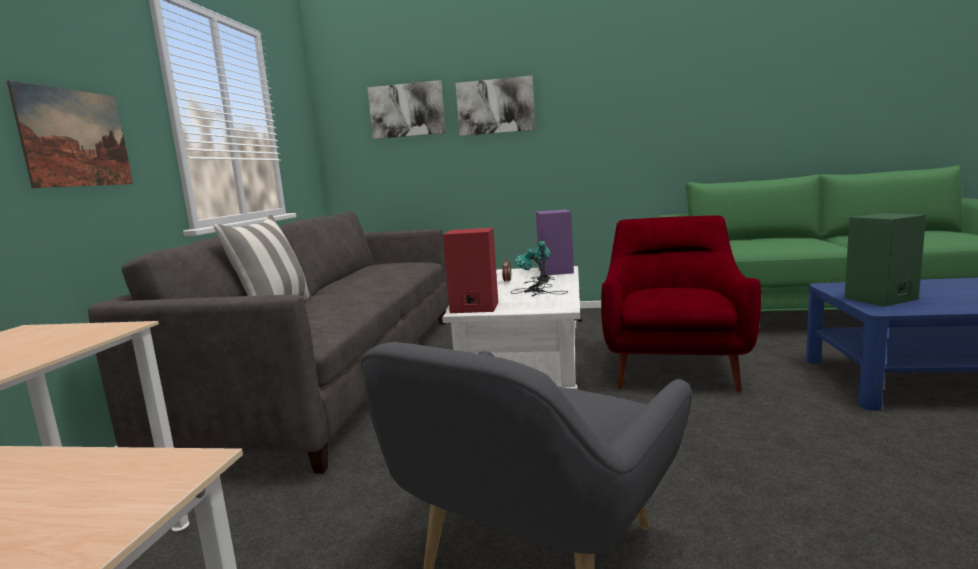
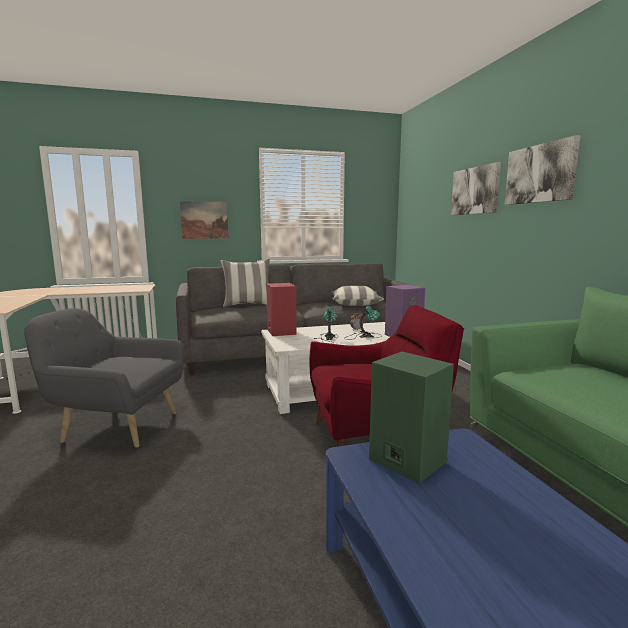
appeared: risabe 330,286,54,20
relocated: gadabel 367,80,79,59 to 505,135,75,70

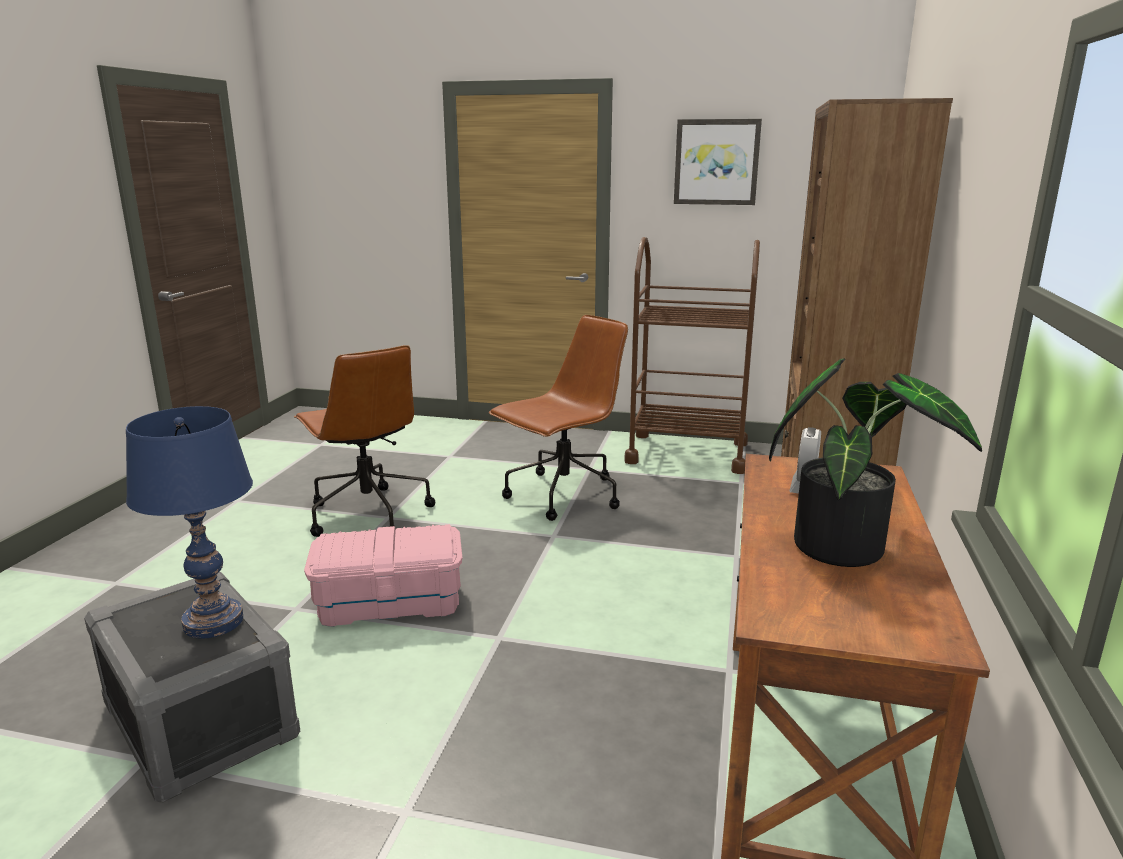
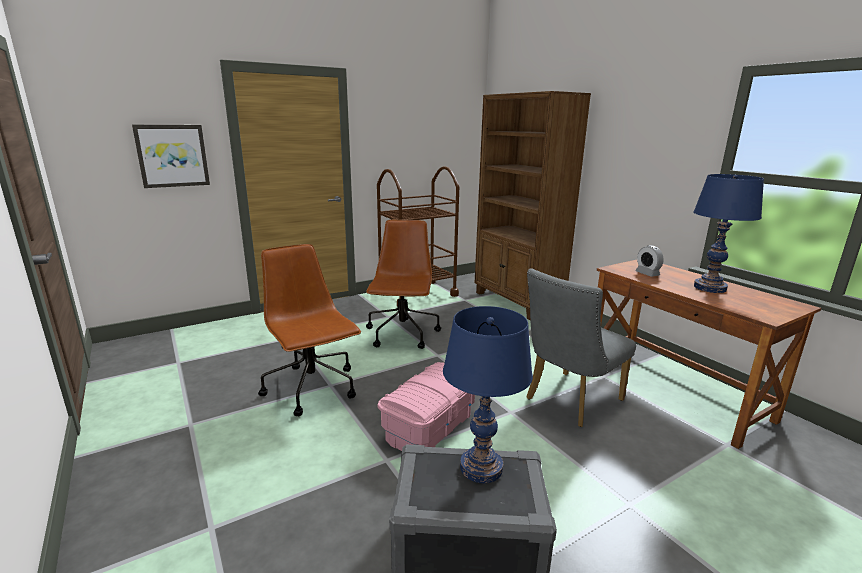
appeared: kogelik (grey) 526,269,110,158
relocated: gadabel 674,119,88,86 to 132,125,78,63
exchanged: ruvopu 769,358,213,209 to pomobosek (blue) 693,174,71,119
spun: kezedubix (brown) 294,345,141,192 = 258,244,103,172 135 degrees counterclockwise

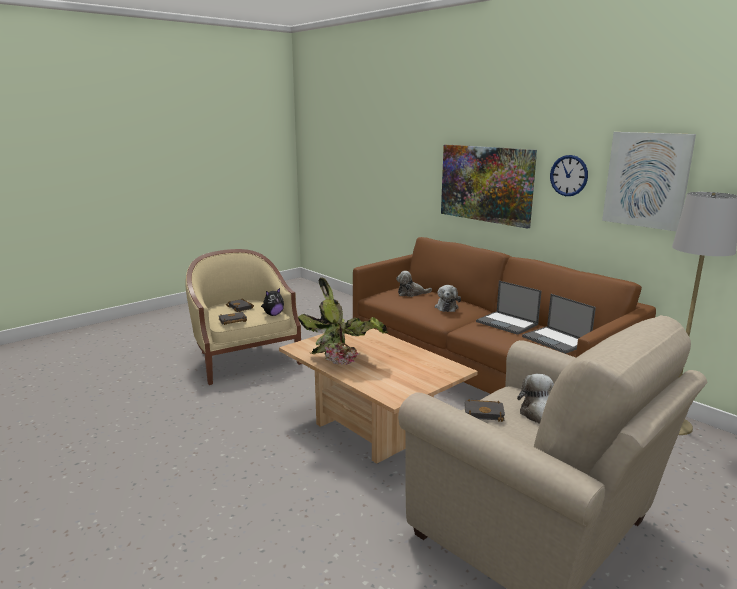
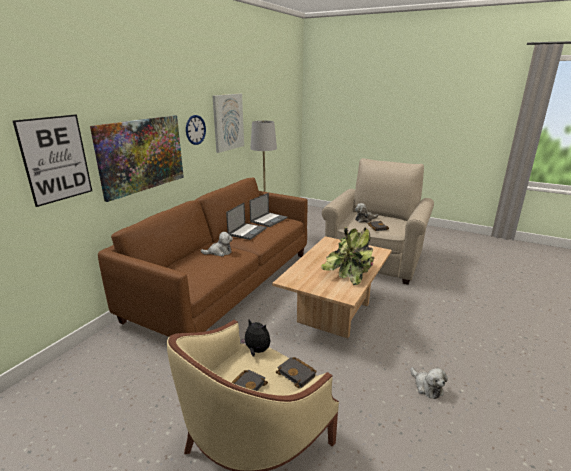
appeared: gadabel 13,114,79,93
relocated: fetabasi 396,271,36,26 to 411,367,37,32

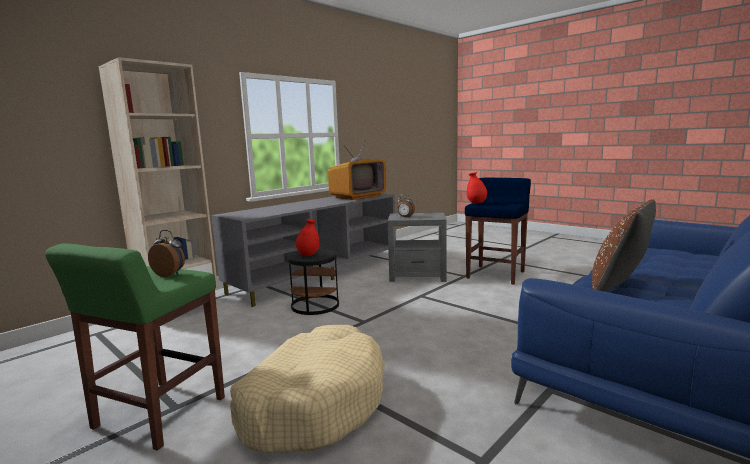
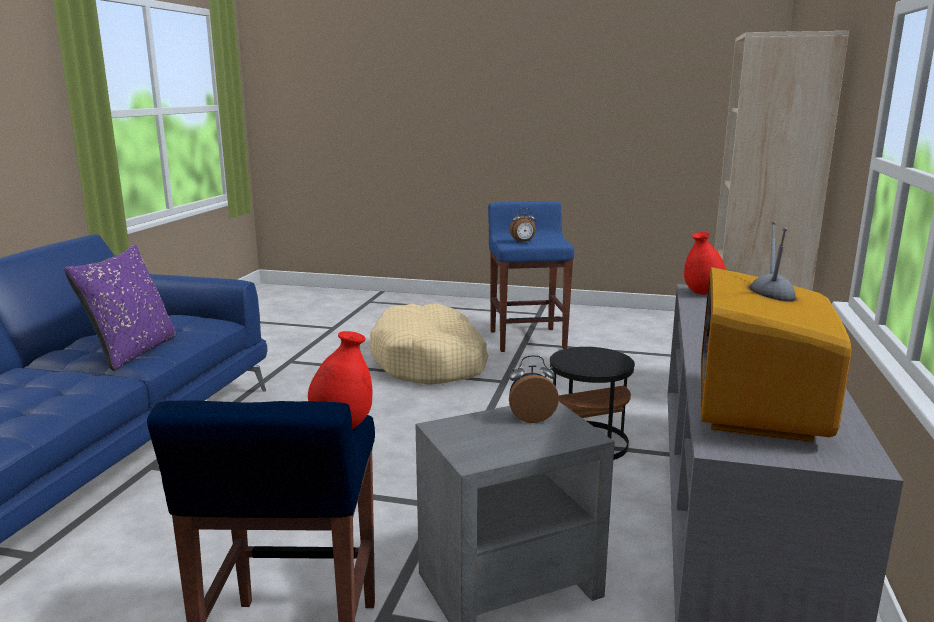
relocated: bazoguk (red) 296,219,23,37 to 684,232,42,63
colour: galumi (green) 45,243,180,208 to galumi (blue) 488,201,86,151; risabe (brown) 592,199,64,93 to risabe (purple) 64,245,112,126

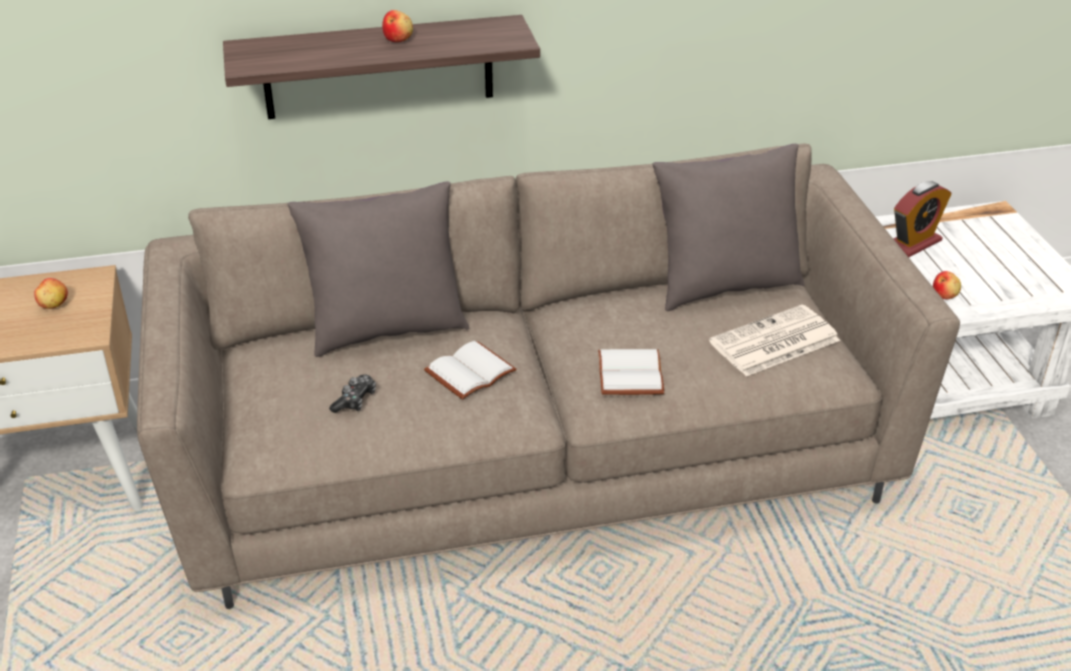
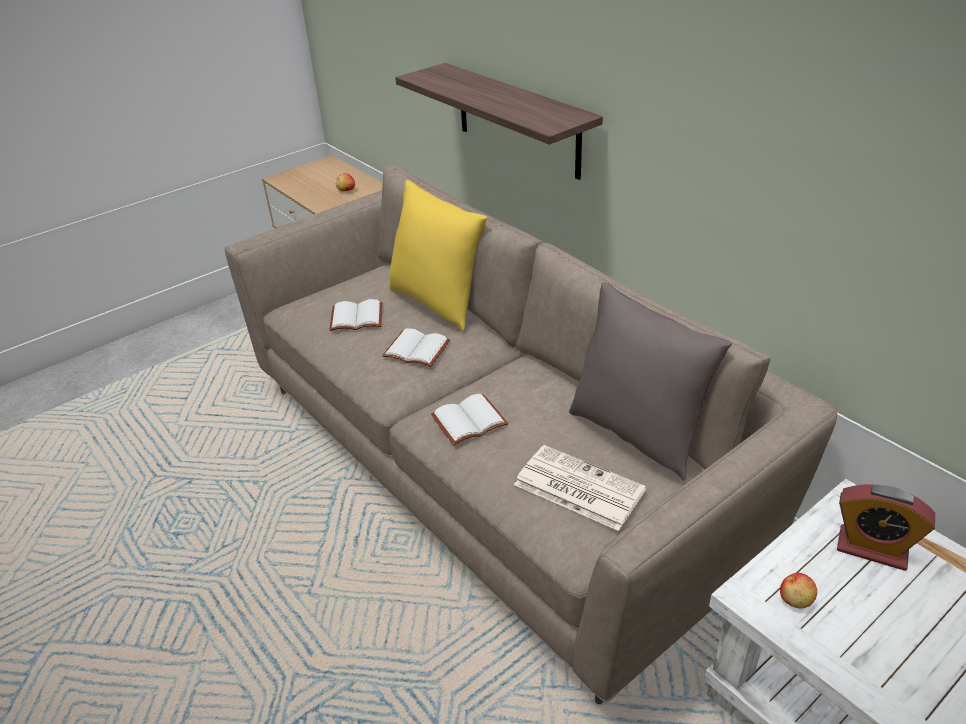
missing: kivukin 382,10,31,32
exchanged: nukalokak 329,375,47,38 to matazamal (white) 330,299,52,32
colour: risabe (grey) 287,182,182,175 to risabe (yellow) 390,180,97,151

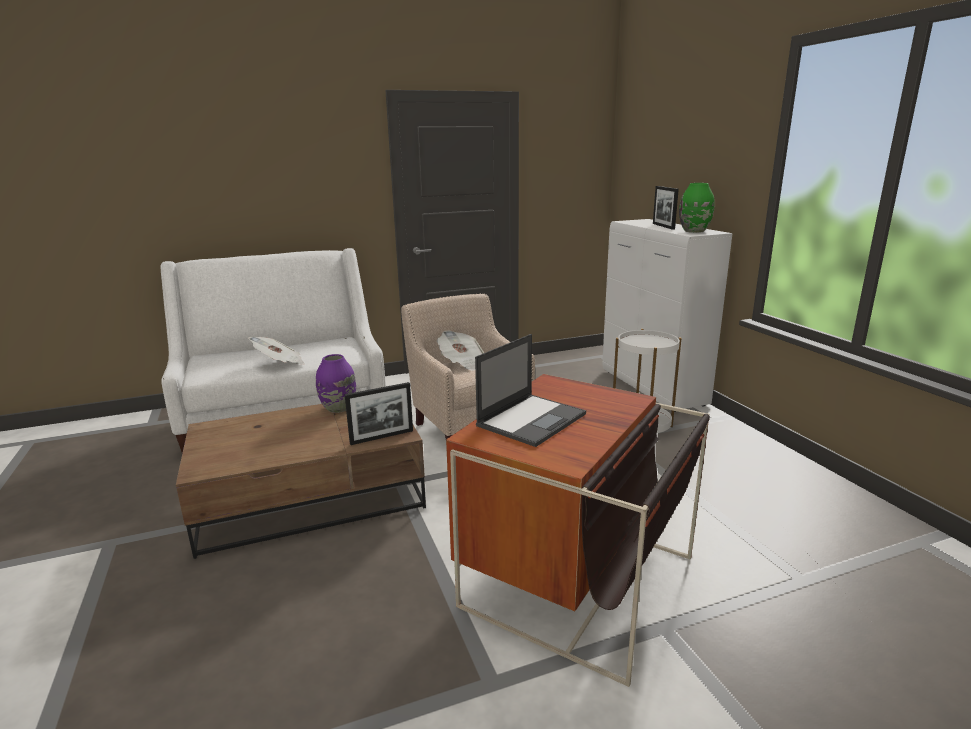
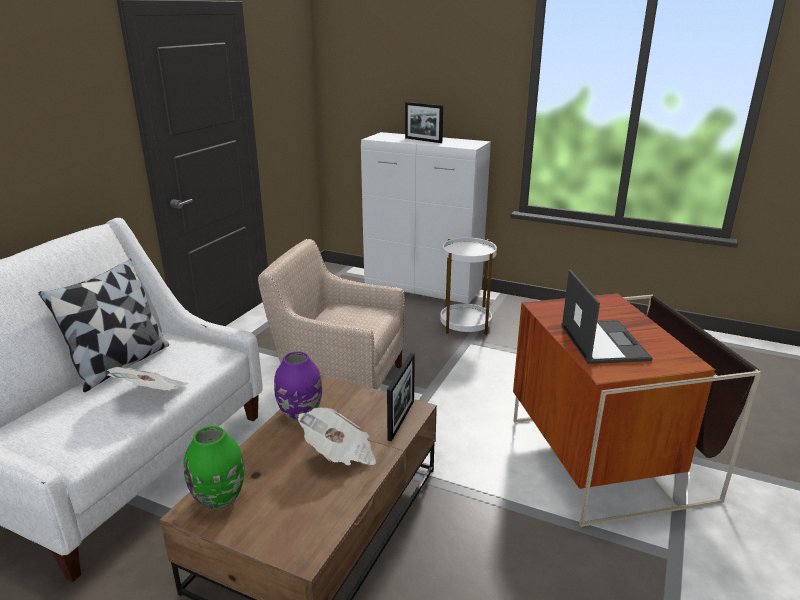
appeared: risabe 39,259,130,133
relocated: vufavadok 437,330,47,41 to 298,408,78,58; bazoguk (green) 679,183,36,50 to 184,426,60,84

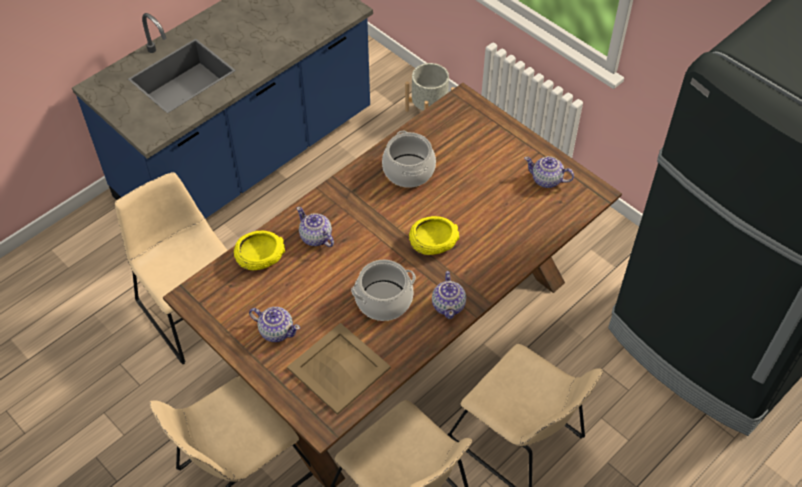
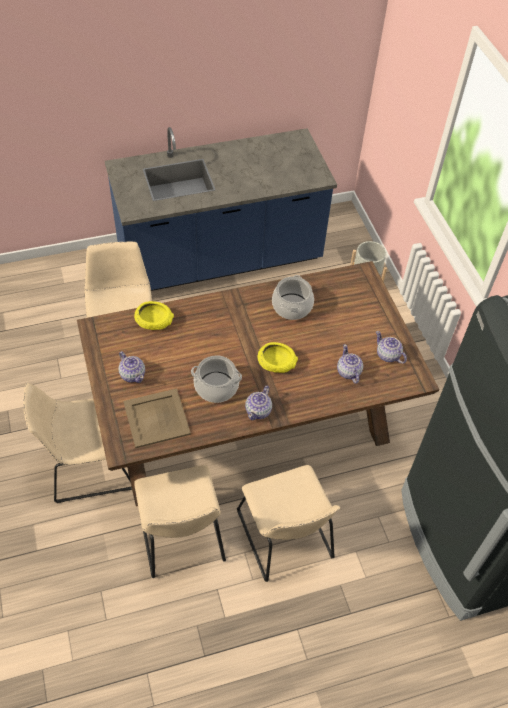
relocated: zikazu 297,207,37,40 to 337,344,26,40

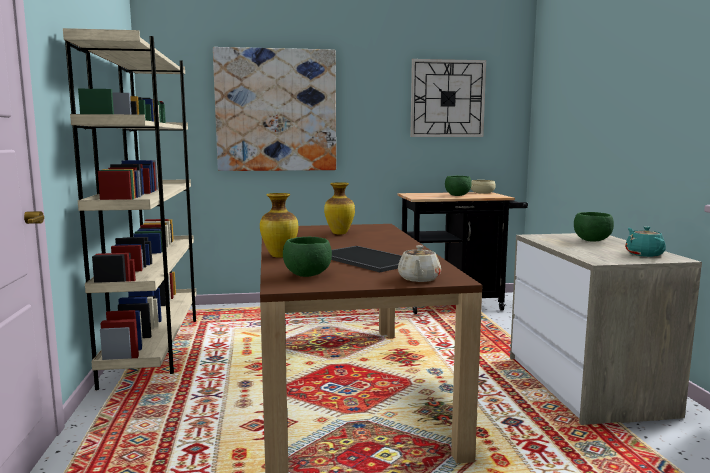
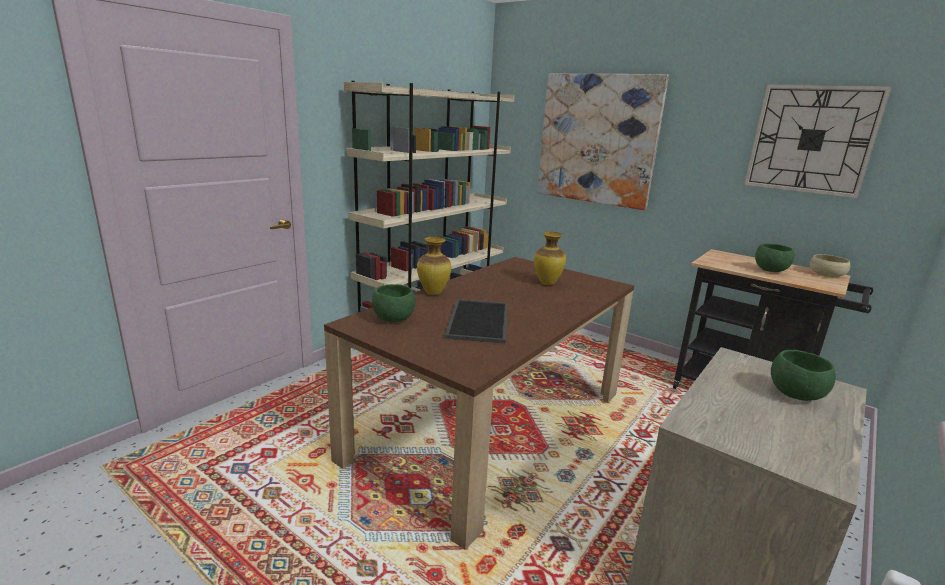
missing: zikazu (beige) 398,245,43,37; zikazu (turquoise) 625,226,41,31

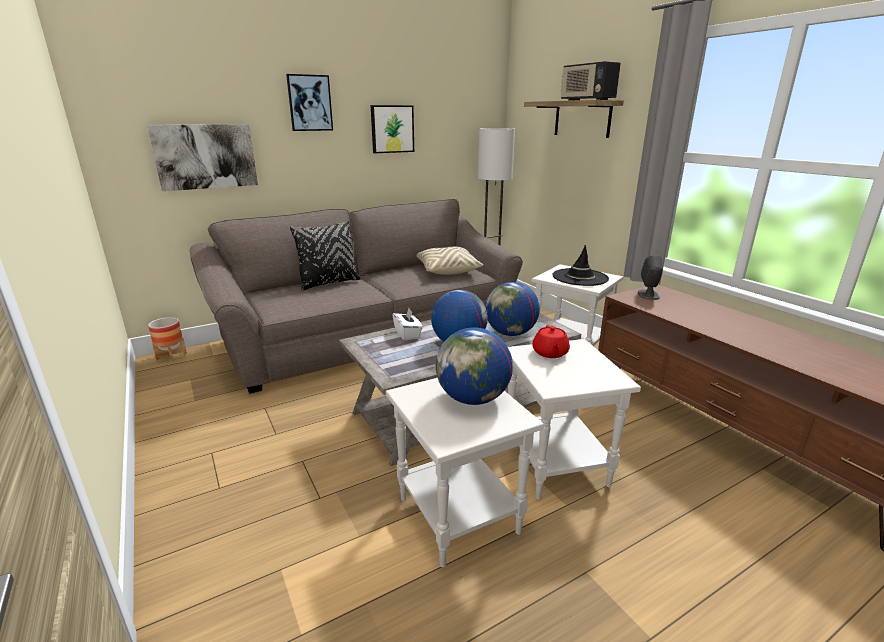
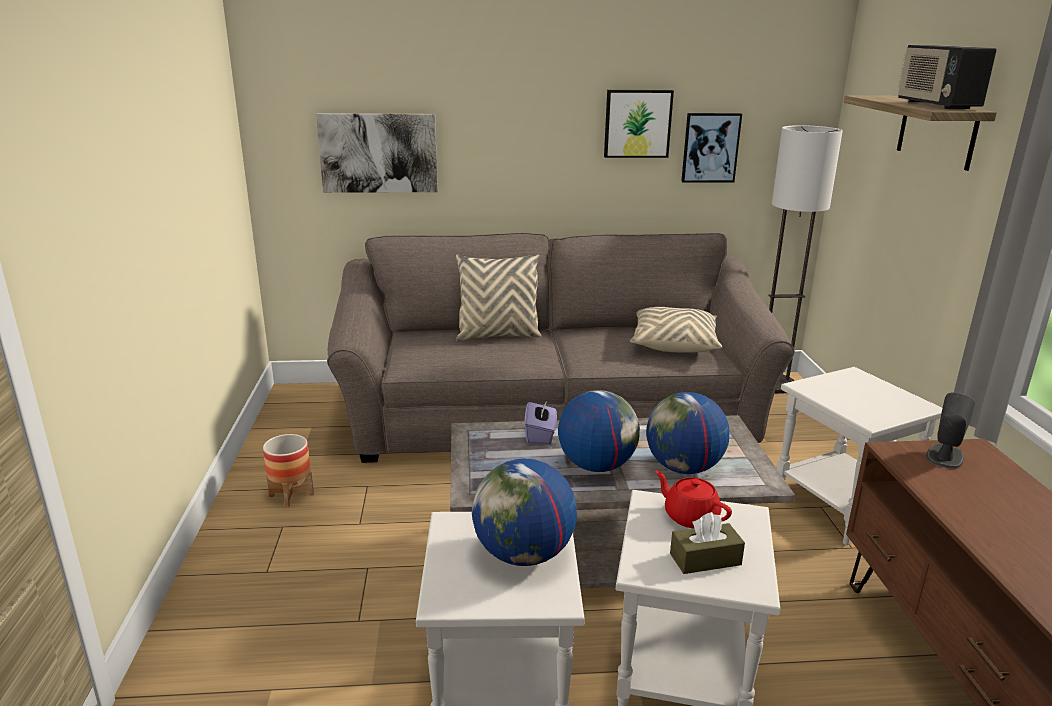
missing: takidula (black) 553,245,56,41
appeared: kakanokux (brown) 670,512,75,62
relocated: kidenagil 148,317,39,45 to 263,434,51,74; gadabel 286,74,47,57 to 681,113,61,70
colour: risabe (black) 290,221,71,70 to risabe (beige) 456,254,85,87; kakanokux (white) 393,308,30,33 to kakanokux (purple) 525,398,32,47
spun: zikazu (red) 532,325,38,33 = 655,470,77,58 105 degrees clockwise

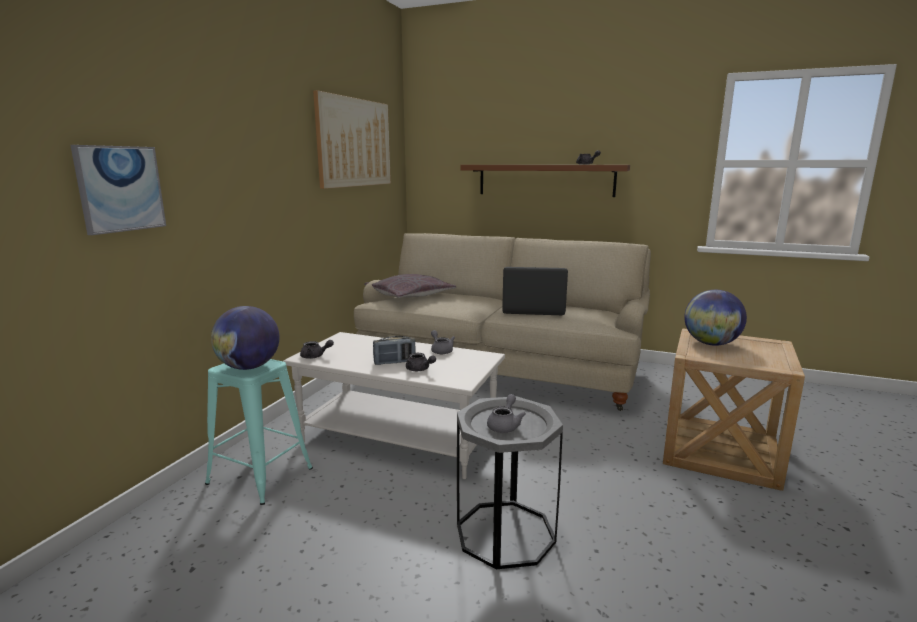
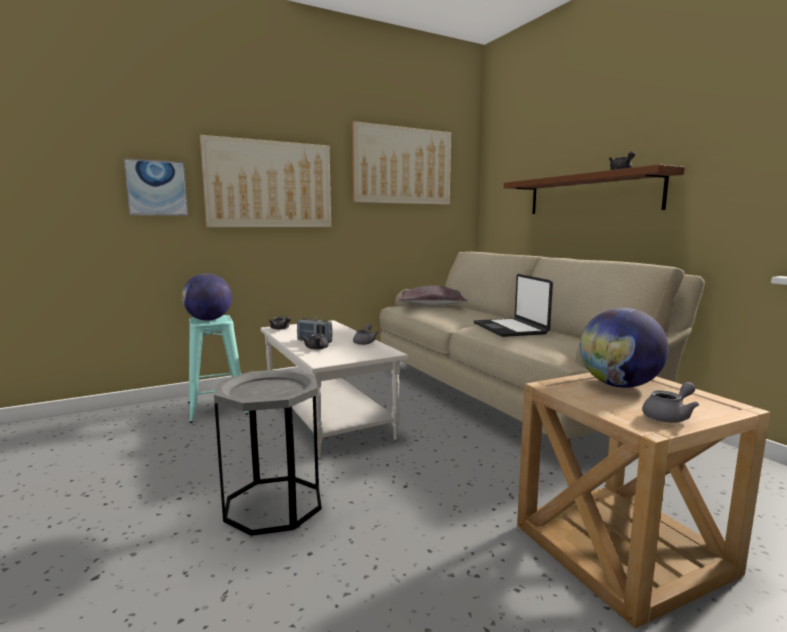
appeared: gadabel 200,135,131,92
relocated: zikazu (grey) 487,394,39,39 to 642,382,57,41
spun: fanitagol 502,267,66,48 = 474,274,79,63 150 degrees counterclockwise

